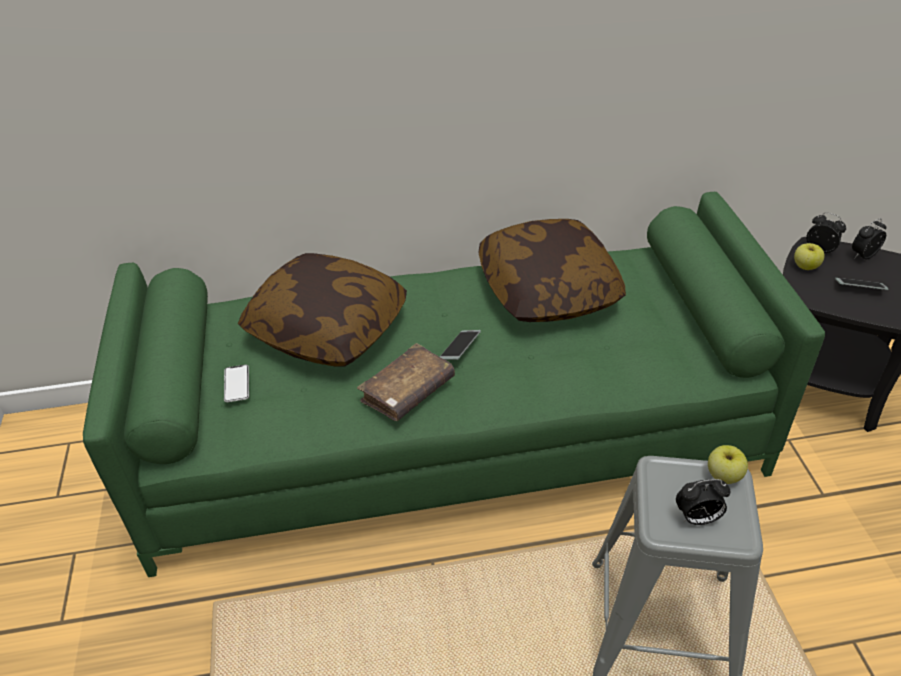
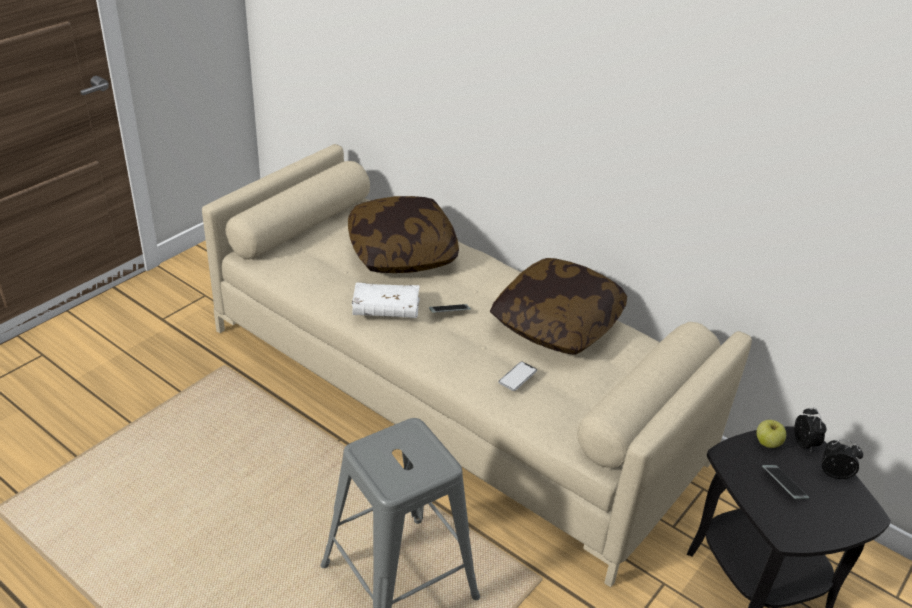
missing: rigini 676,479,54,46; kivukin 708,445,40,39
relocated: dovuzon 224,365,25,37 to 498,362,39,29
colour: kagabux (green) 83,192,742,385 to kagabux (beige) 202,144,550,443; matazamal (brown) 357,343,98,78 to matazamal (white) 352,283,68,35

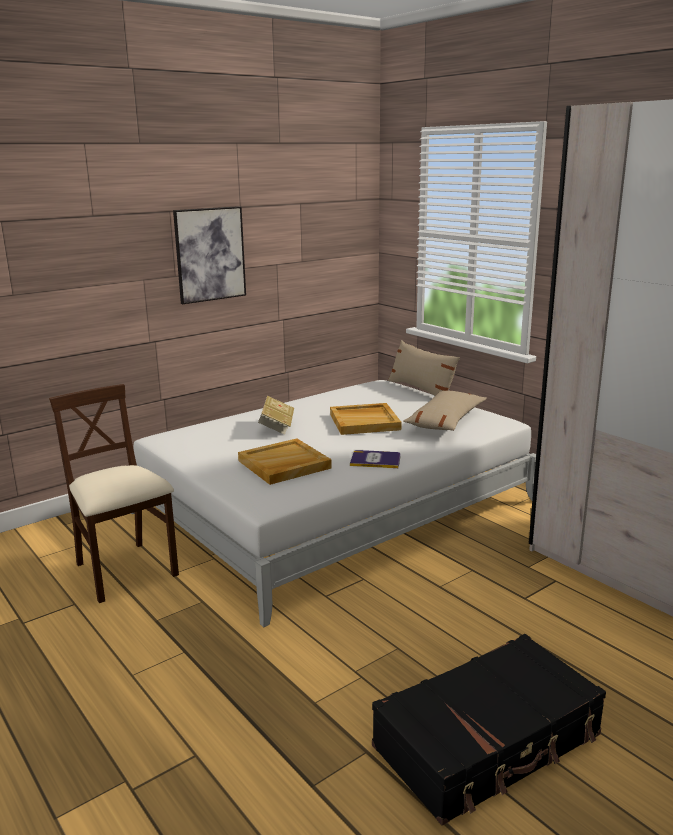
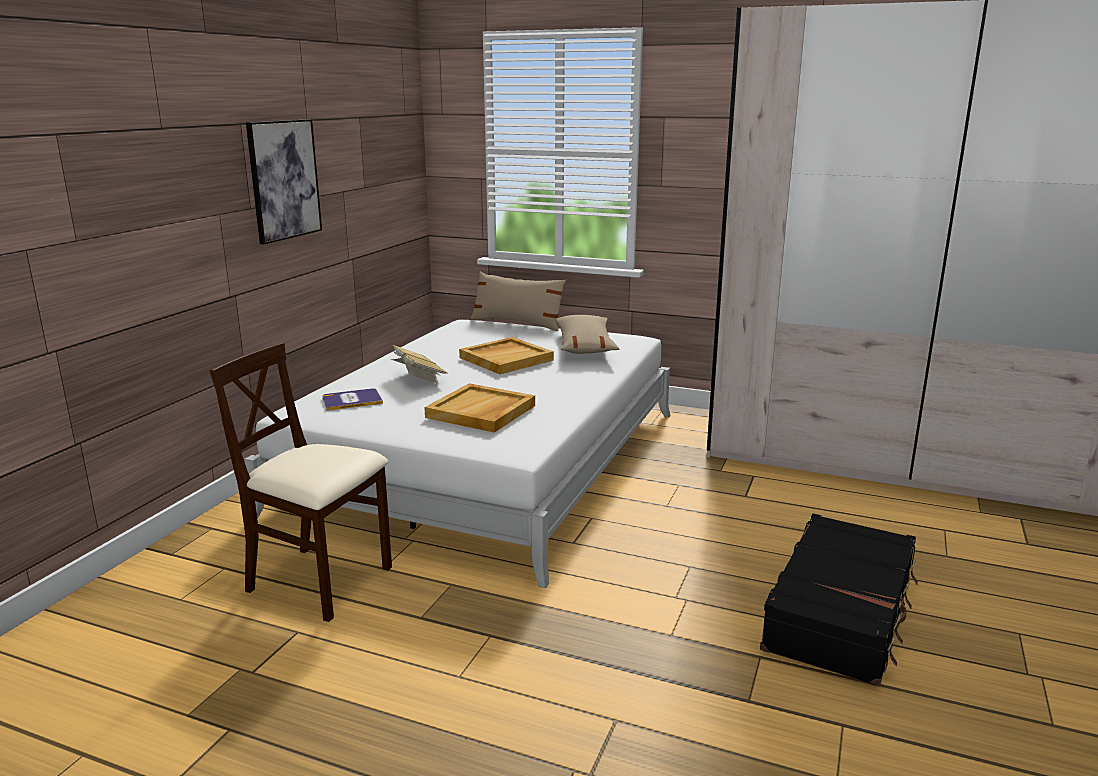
relocated: matazamal 350,450,51,18 to 322,388,61,23

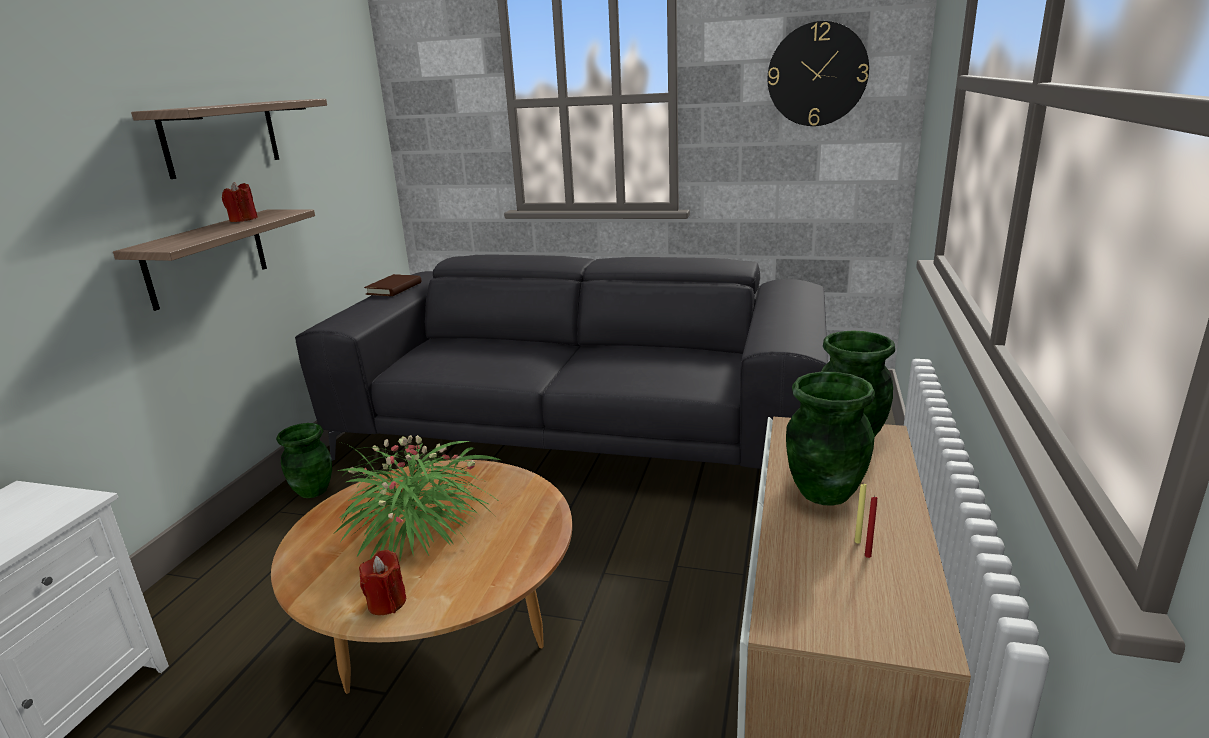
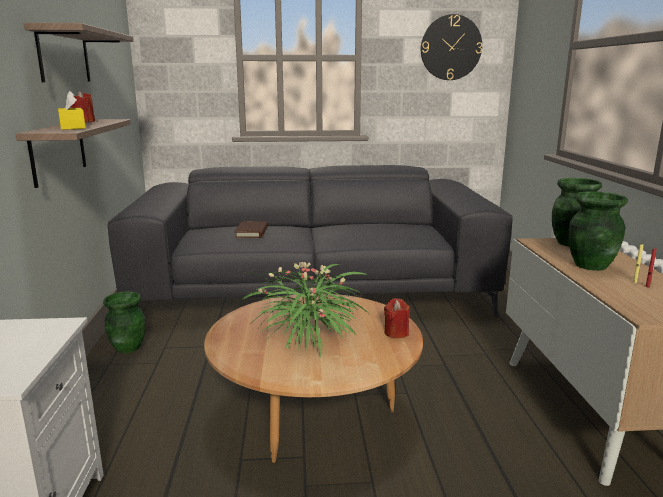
appeared: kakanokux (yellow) 58,91,28,39
relocated: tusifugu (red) 359,550,47,65 to 384,298,26,40; matazamal (brown) 364,274,57,22 to 235,221,33,17

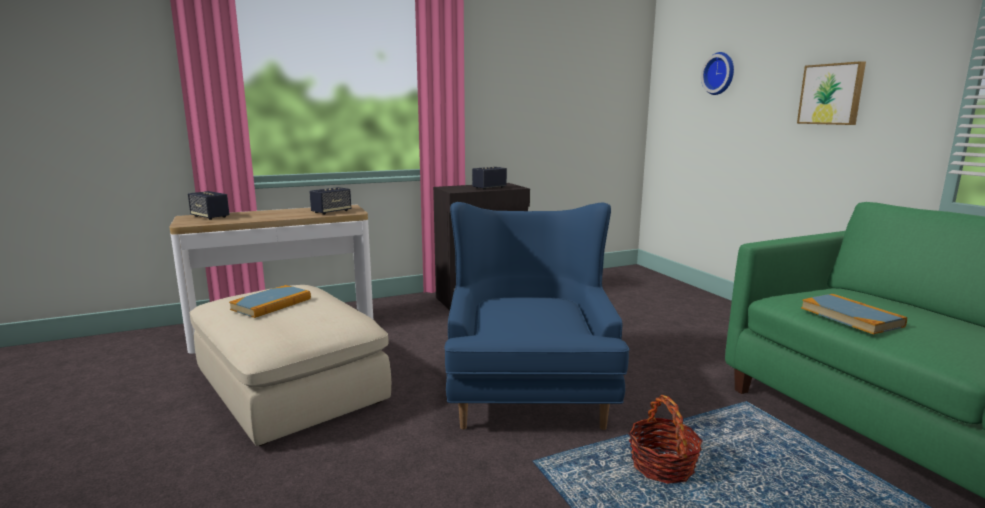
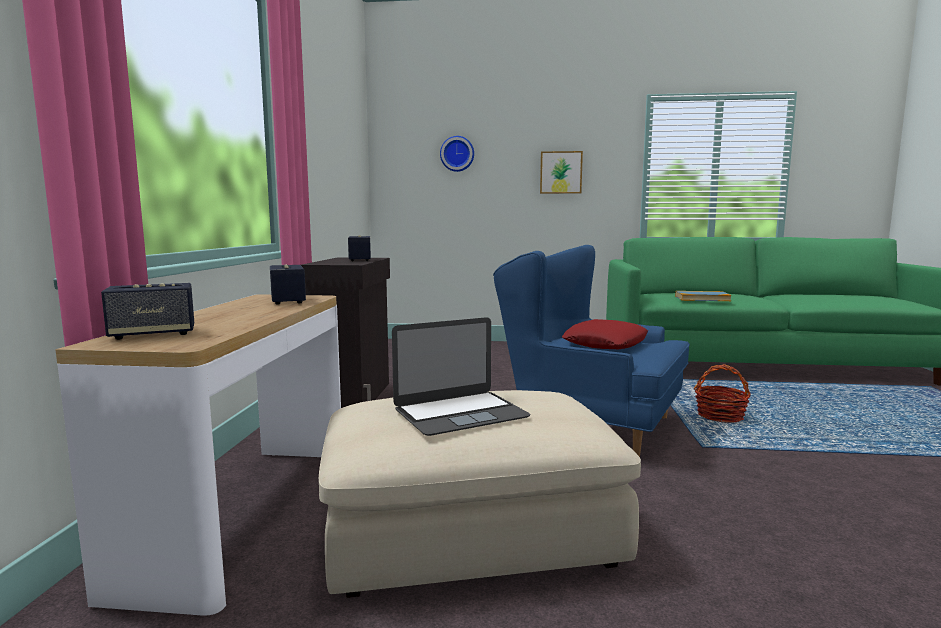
appeared: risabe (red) 562,319,86,30
exchanged: matazamal 229,285,82,33 to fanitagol 392,317,138,119

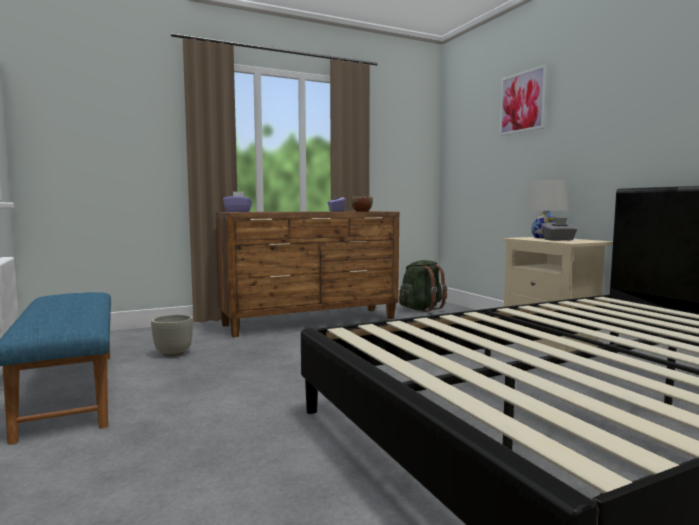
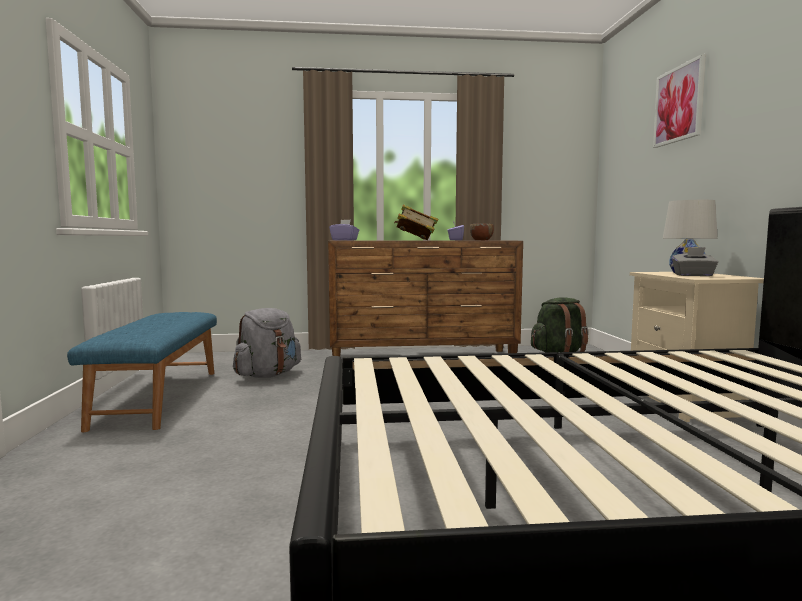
appeared: matazamal 394,204,44,36
exchanged: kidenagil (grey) 151,314,42,43 to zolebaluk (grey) 233,308,68,70

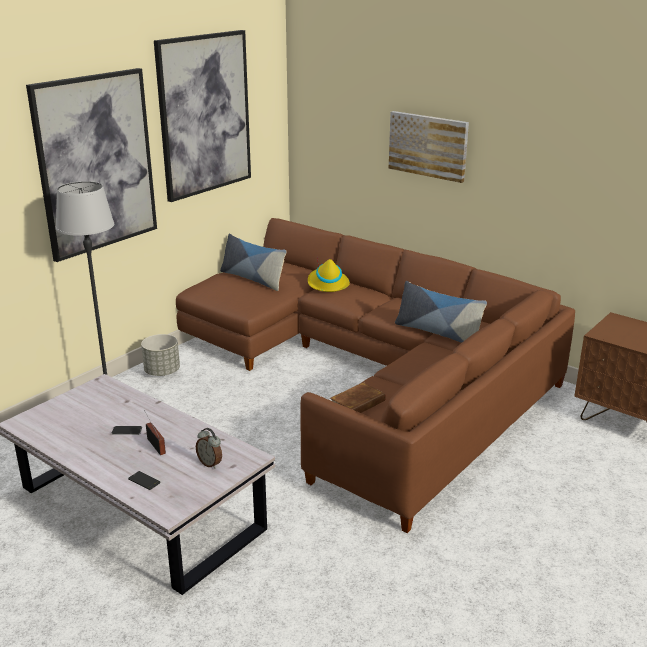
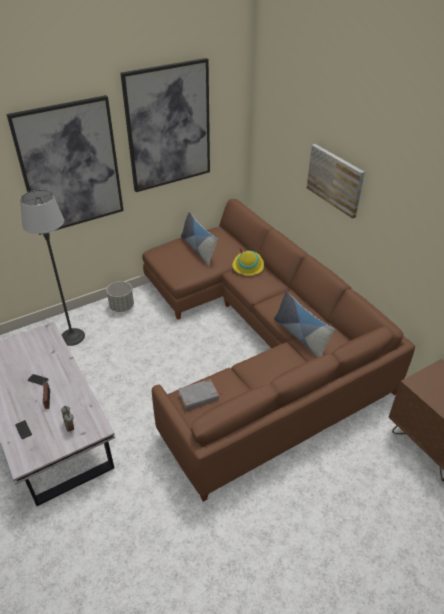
colour: matazamal (brown) 330,382,56,31 to matazamal (grey) 178,379,44,31

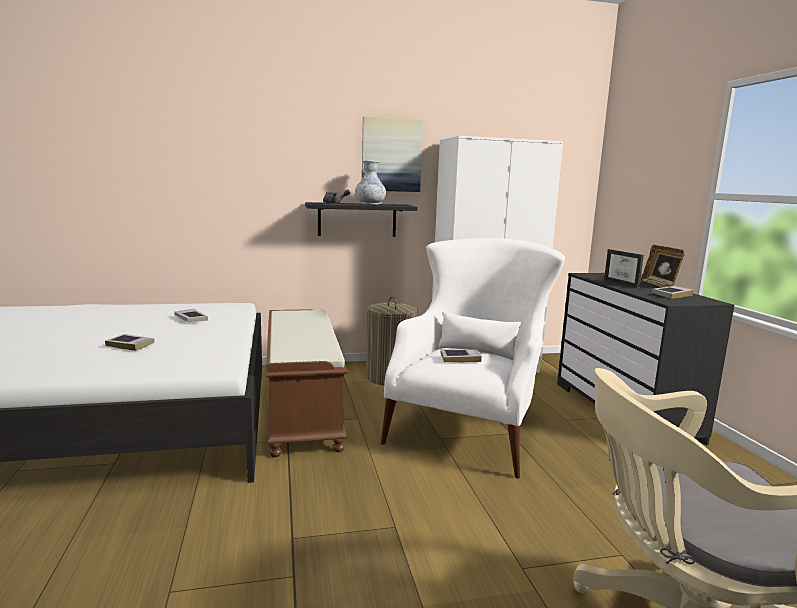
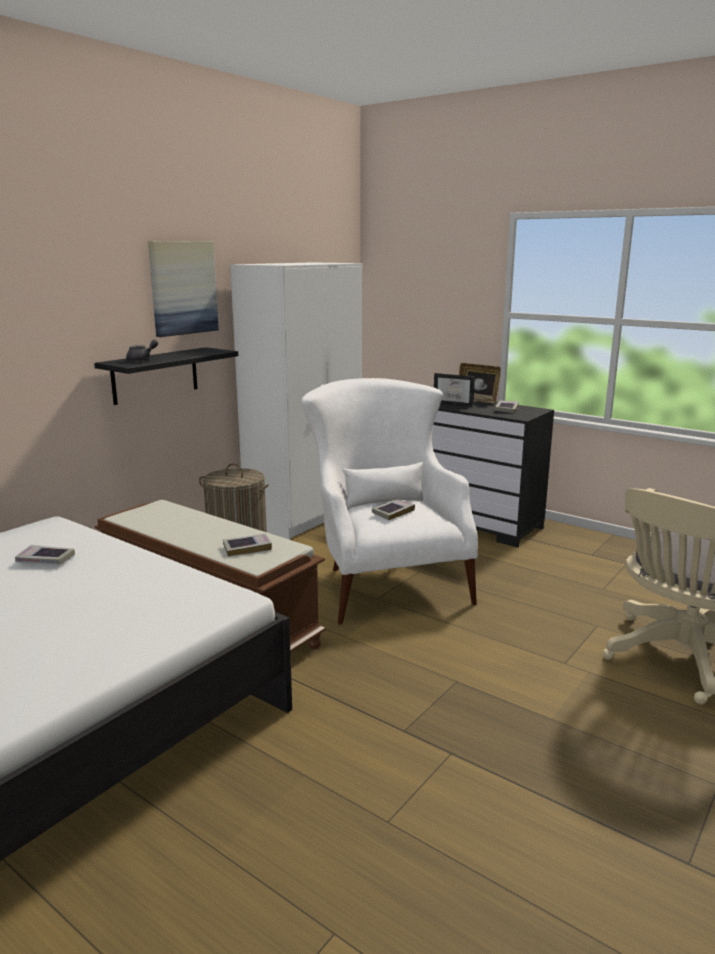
missing: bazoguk 355,160,31,45
relocated: matazamal 105,334,50,17 to 223,534,49,22

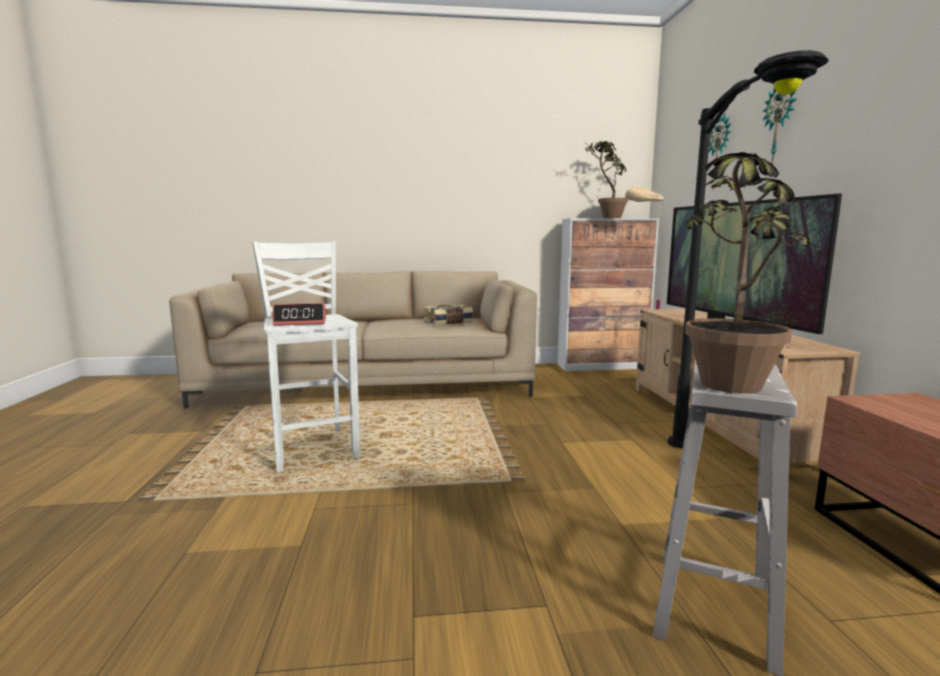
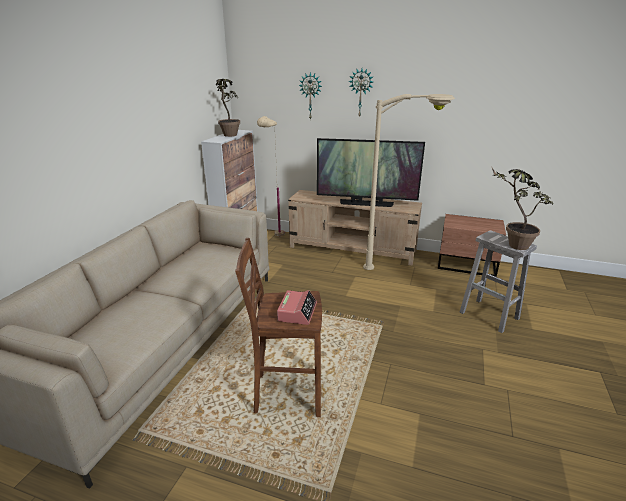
missing: matazamal 424,304,49,21
colour: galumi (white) 252,241,108,231 to galumi (brown) 235,238,87,179; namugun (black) 667,50,162,398 to namugun (beige) 363,94,92,176

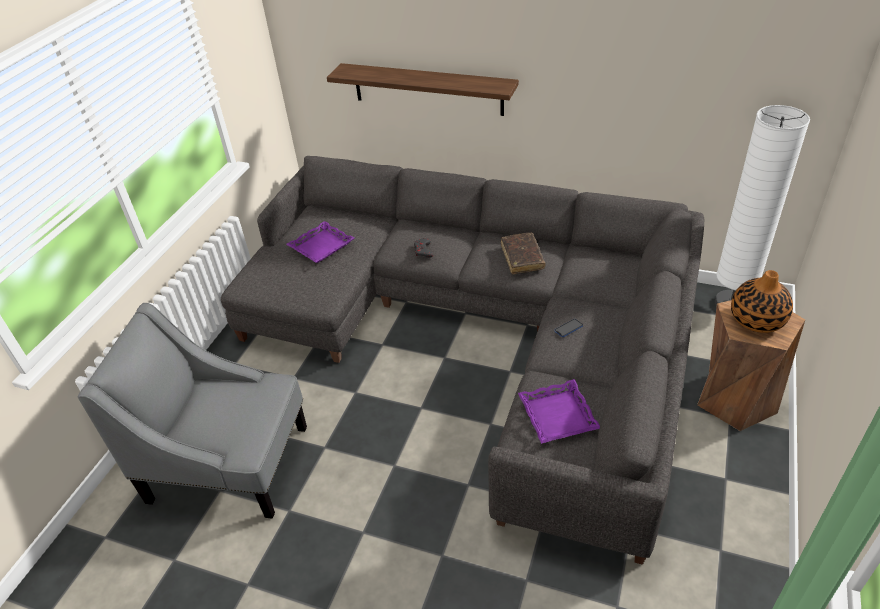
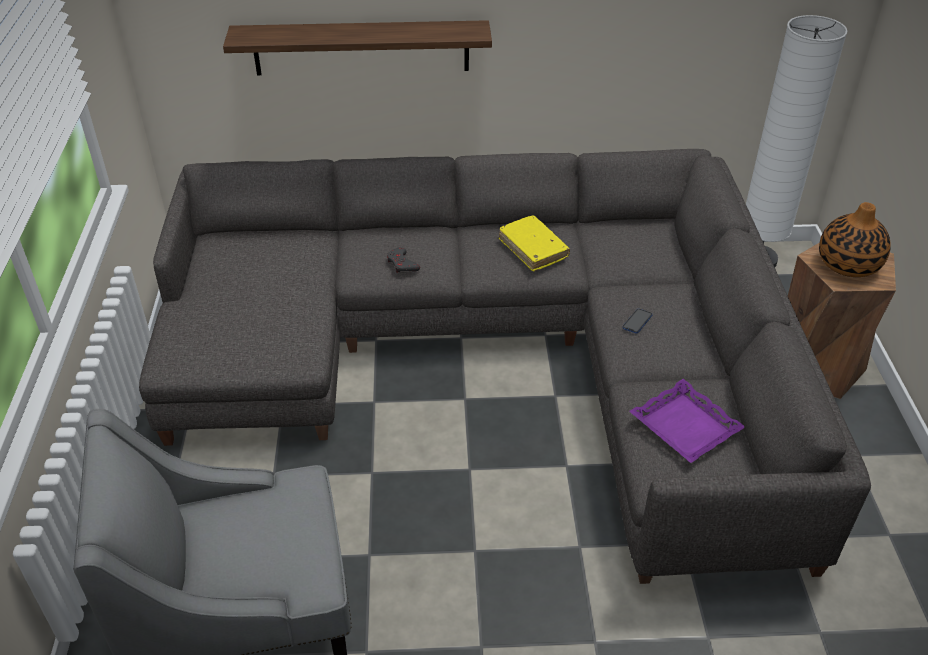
missing: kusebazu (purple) 286,221,68,42
colour: matazamal (brown) 501,233,44,42 to matazamal (yellow) 499,215,71,56

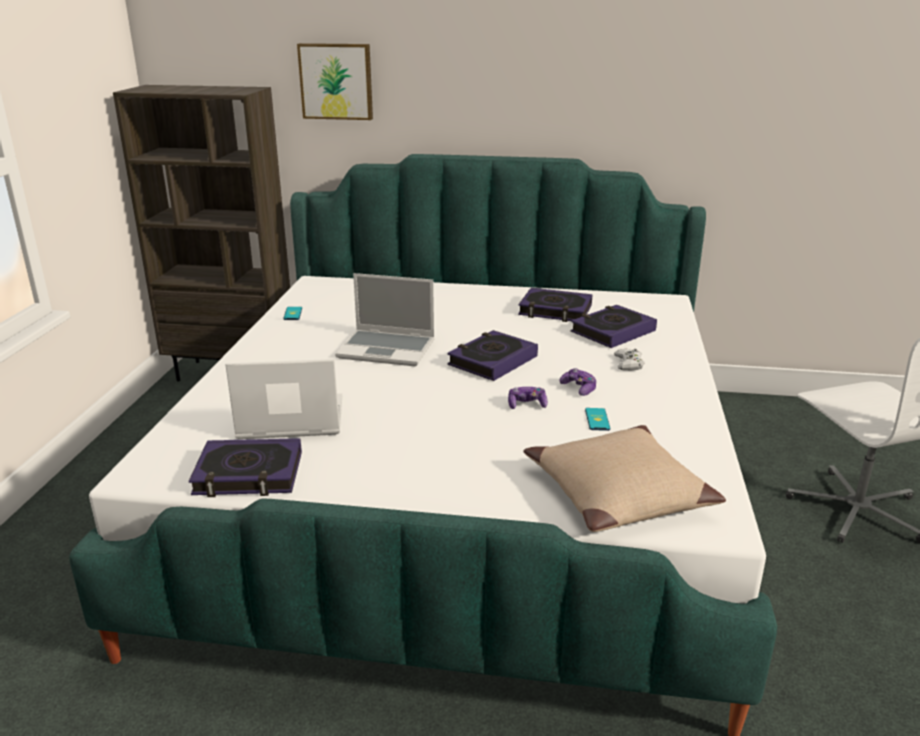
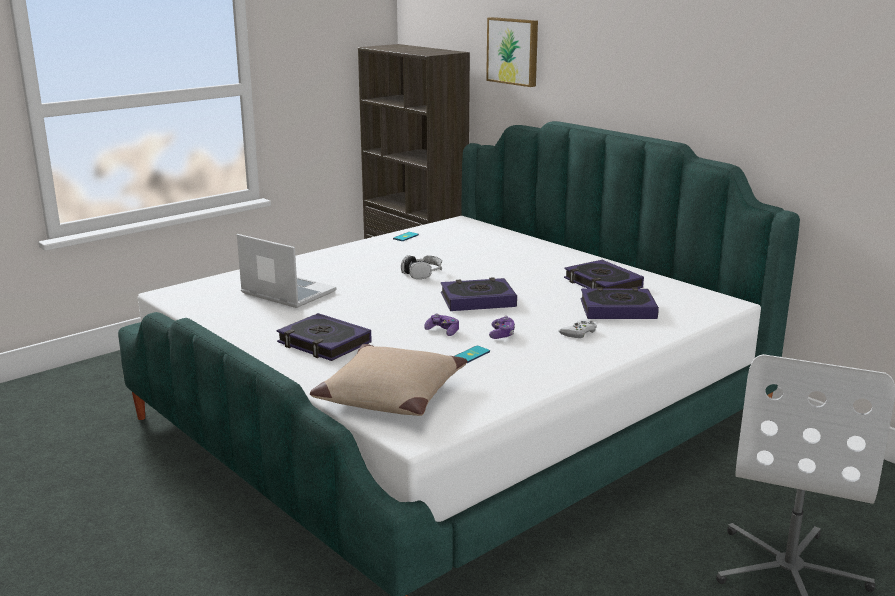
relocated: matazamal 189,438,113,59 to 277,313,95,48
exchanged: fanitagol 335,273,100,93 to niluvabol 401,255,41,24

